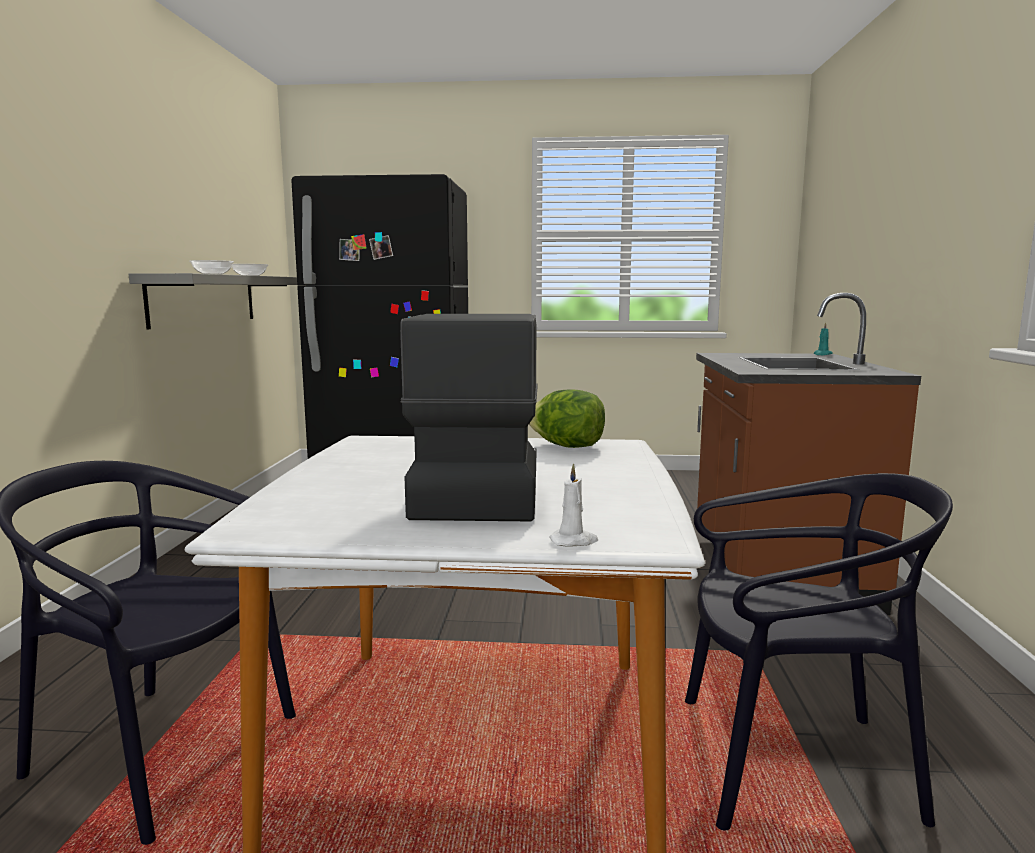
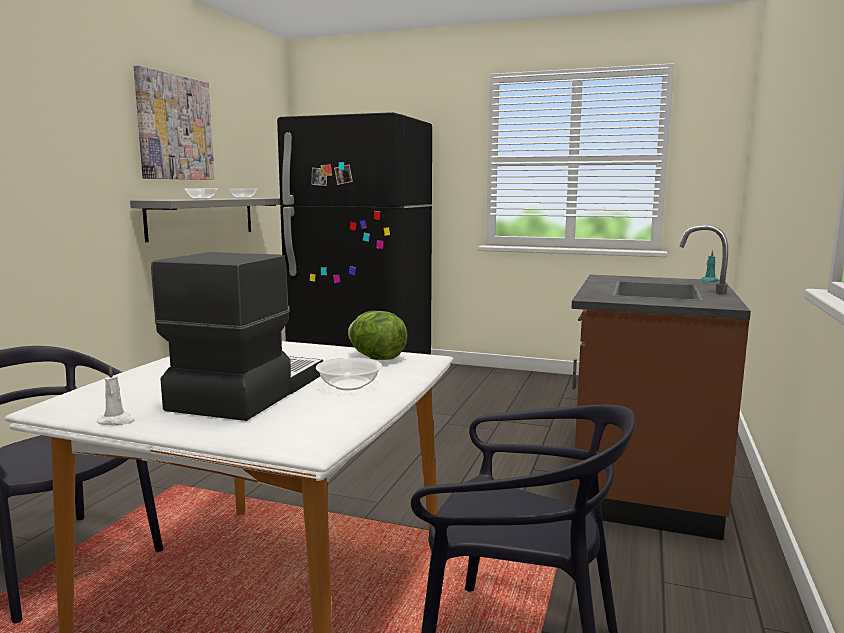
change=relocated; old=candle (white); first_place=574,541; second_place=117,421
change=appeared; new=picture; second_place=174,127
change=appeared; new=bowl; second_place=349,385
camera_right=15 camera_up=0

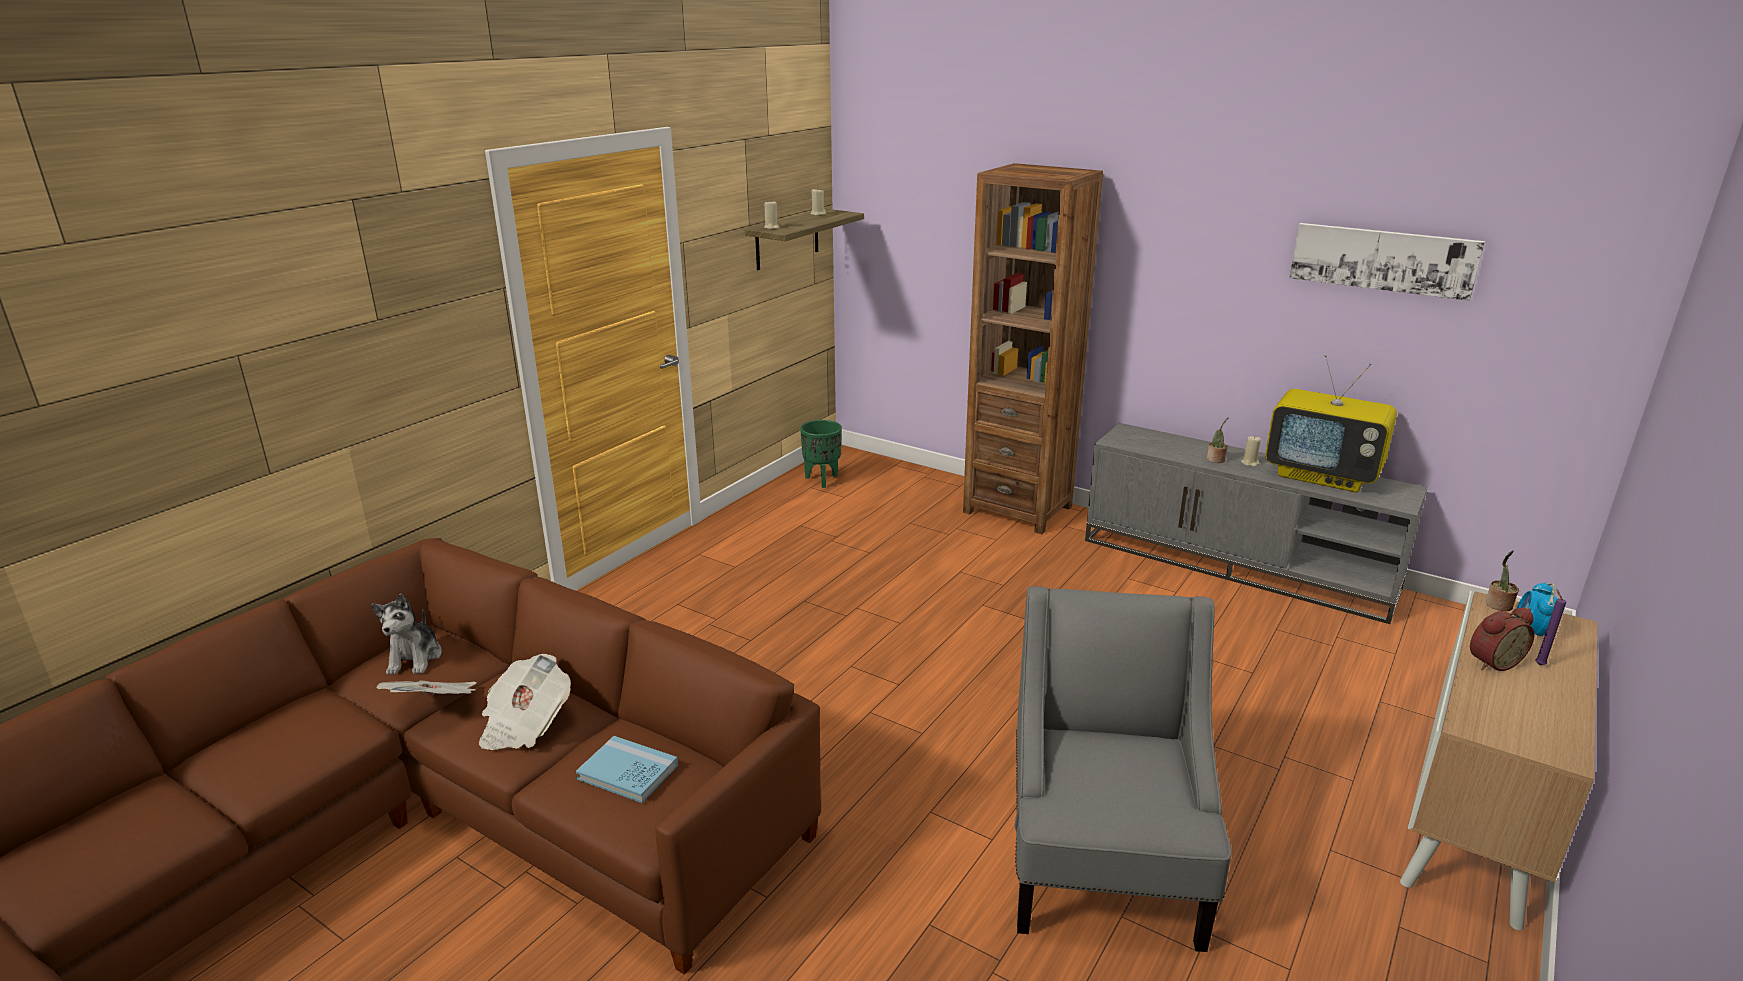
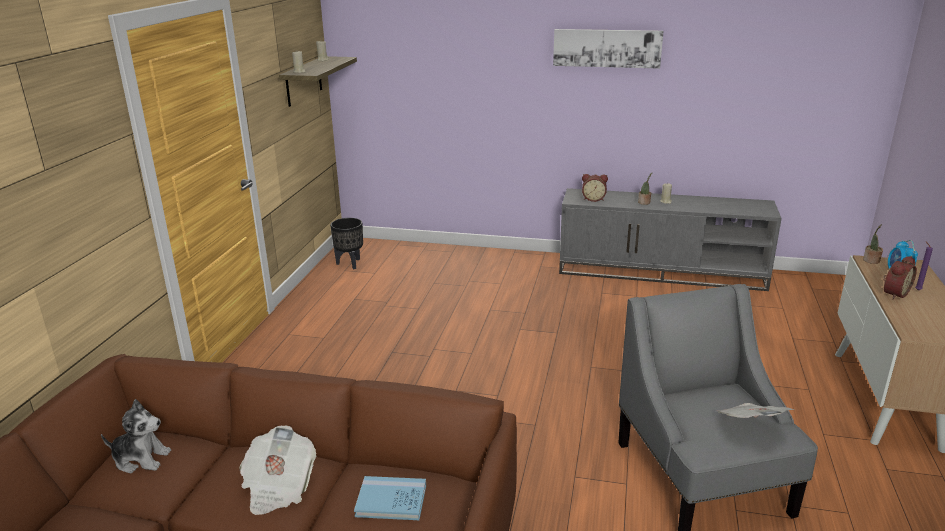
change=spun; old=plush toy; first_place=415,658; second_place=141,459; degrees=-60
change=colour; old=planter (green); new=planter (black); first_place=822,480; second_place=350,264
change=relocated; old=picture; first_place=1383,259; second_place=607,48
change=appeared; new=alarm clock; second_place=593,199
change=relocated; old=newspaper; first_place=436,706; second_place=751,425
change=missing; old=bookcase (brown); first_place=1018,509
change=missing; old=television; first_place=1323,476
camera_right=-20 camera_up=0

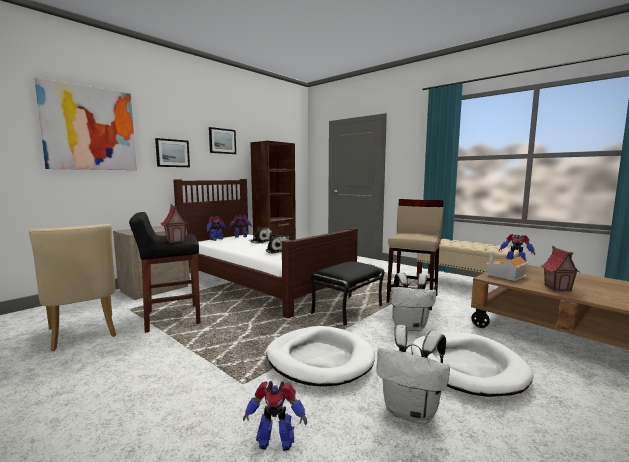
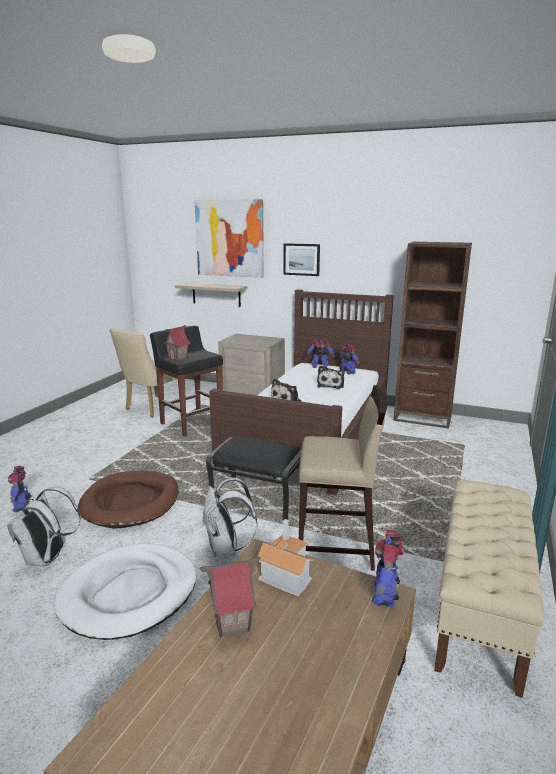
change=colour; old=dog bed (white); new=dog bed (brown); first_place=319,359; second_place=131,502
change=appeared; new=shelf; second_place=216,294
change=missing; old=picture; first_place=222,141
camera_right=70 camera_up=10

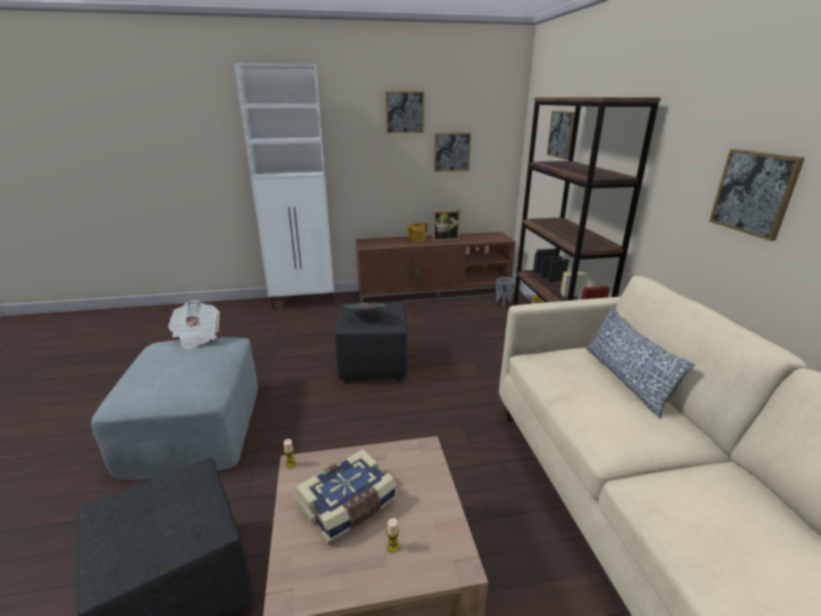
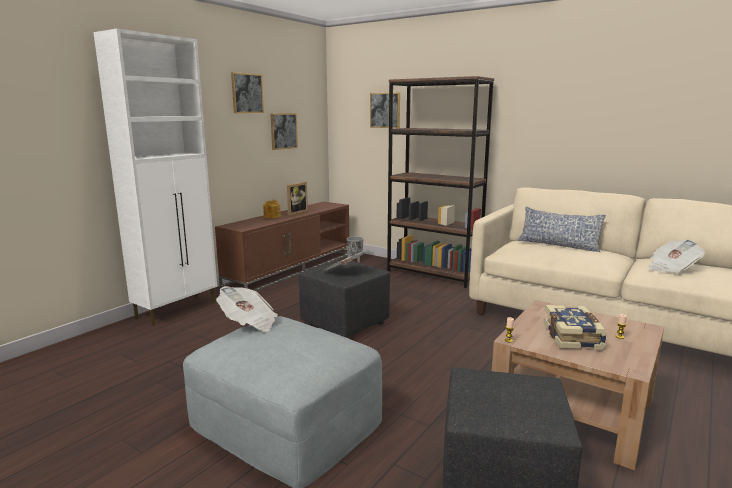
change=appeared; new=newspaper; second_place=671,268
change=missing; old=picture; first_place=754,193
camera_right=-45 camera_up=-10

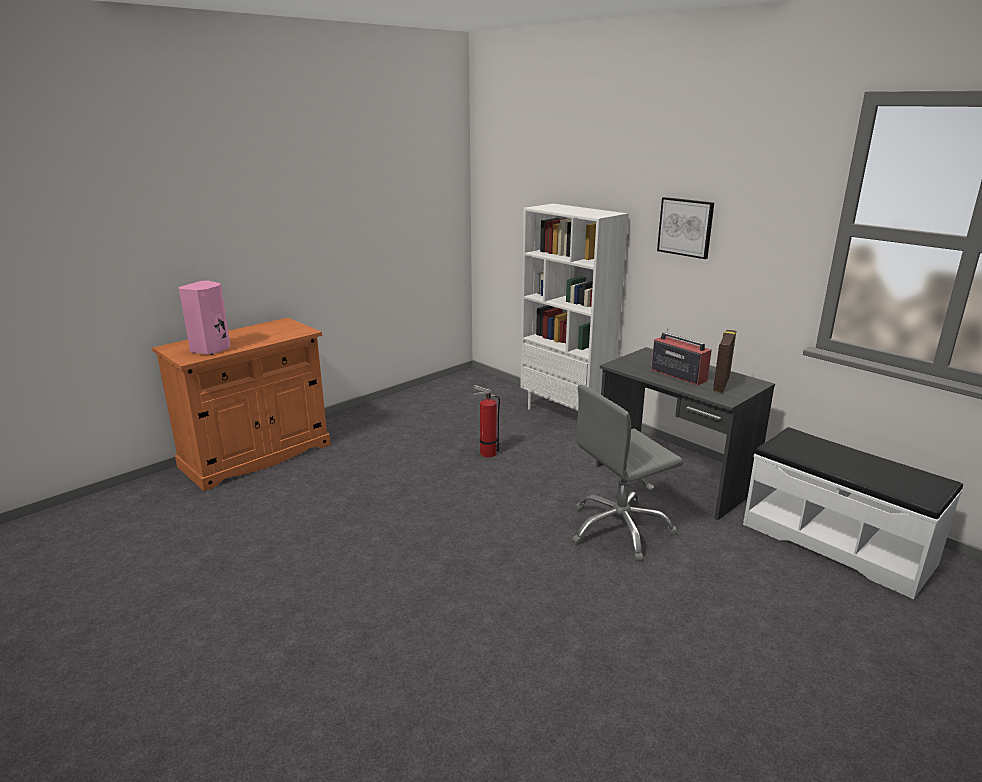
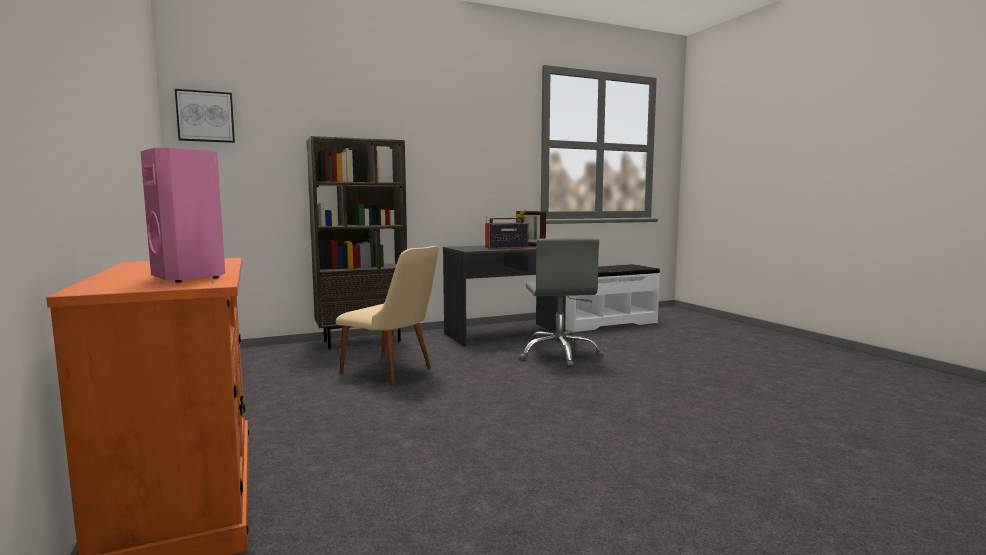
change=relocated; old=picture; first_place=685,227; second_place=205,116
change=colour; old=bookcase (white); new=bookcase (brown); first_place=566,414; second_place=362,341
change=exchanged; old=fire extinguisher; new=chair (beige); first_place=486,453; second_place=393,372
camera_right=-70 camera_up=-15

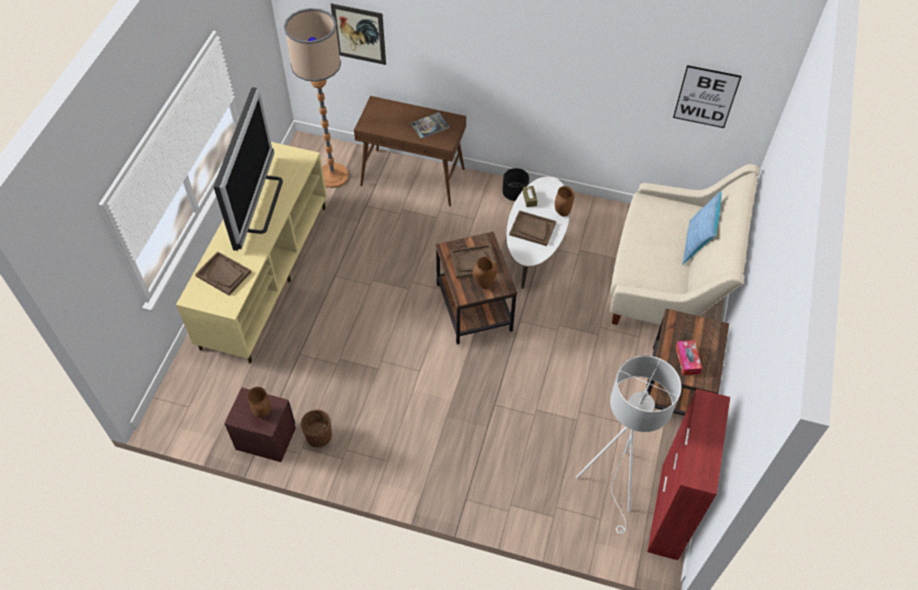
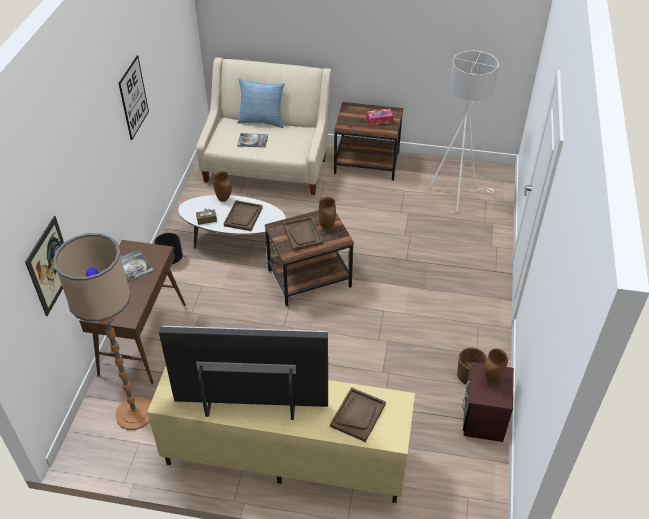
change=relocated; old=picture; first_place=706,96; second_place=133,98
change=appeared; new=book; second_place=253,141
change=missing; old=cabinet (red); first_place=669,512
camera_right=-95 camera_up=-10

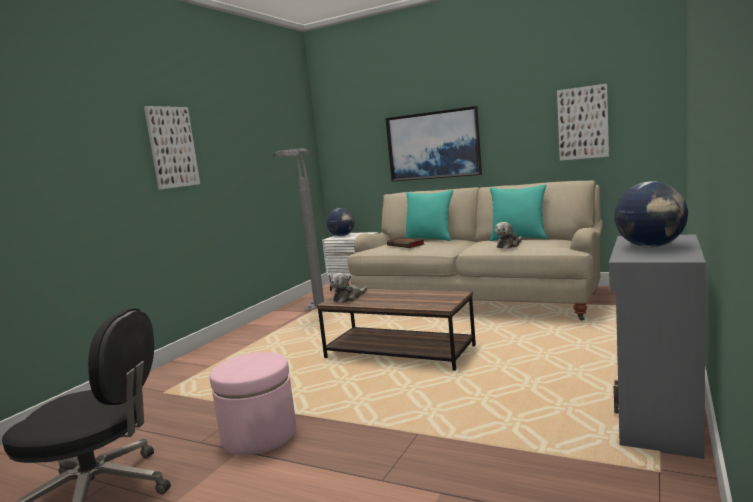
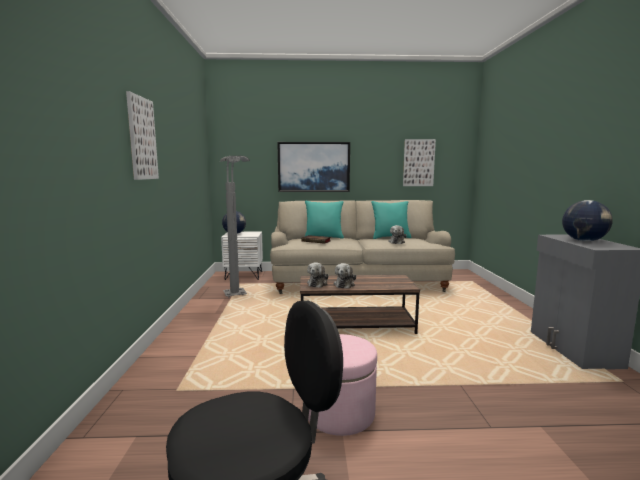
change=appeared; new=plush toy; second_place=344,284
camera_right=-30 camera_up=0

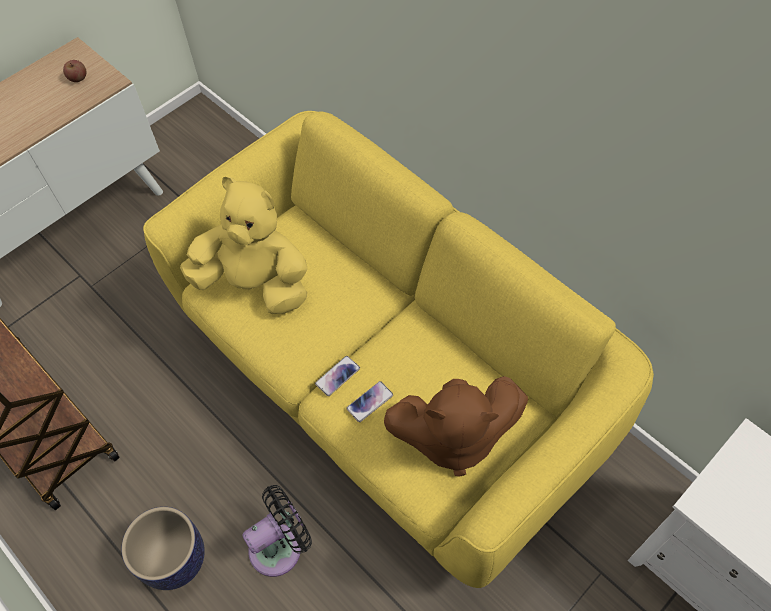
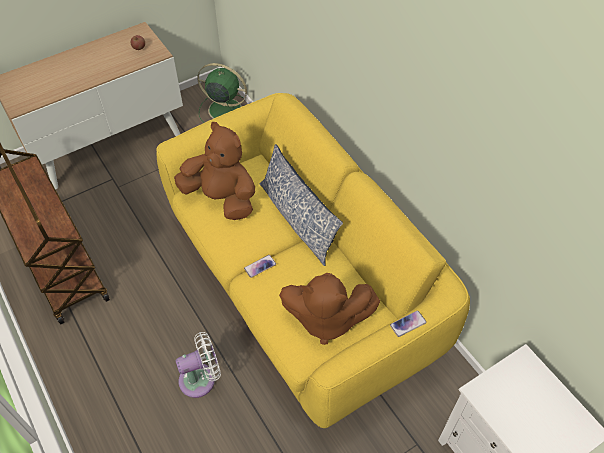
change=colour; old=plush toy (yellow); new=plush toy (brown); first_place=255,283; second_place=221,198
change=colour; old=fan (black); new=fan (white); first_place=280,546; second_place=201,379
change=appeared; new=fan (green); second_place=223,109
change=appeared; new=pillow; second_place=297,219
change=relocated; old=phone; first_place=370,402; second_place=408,324
change=missing; old=planter; first_place=175,558
camera_right=10 camera_up=-5

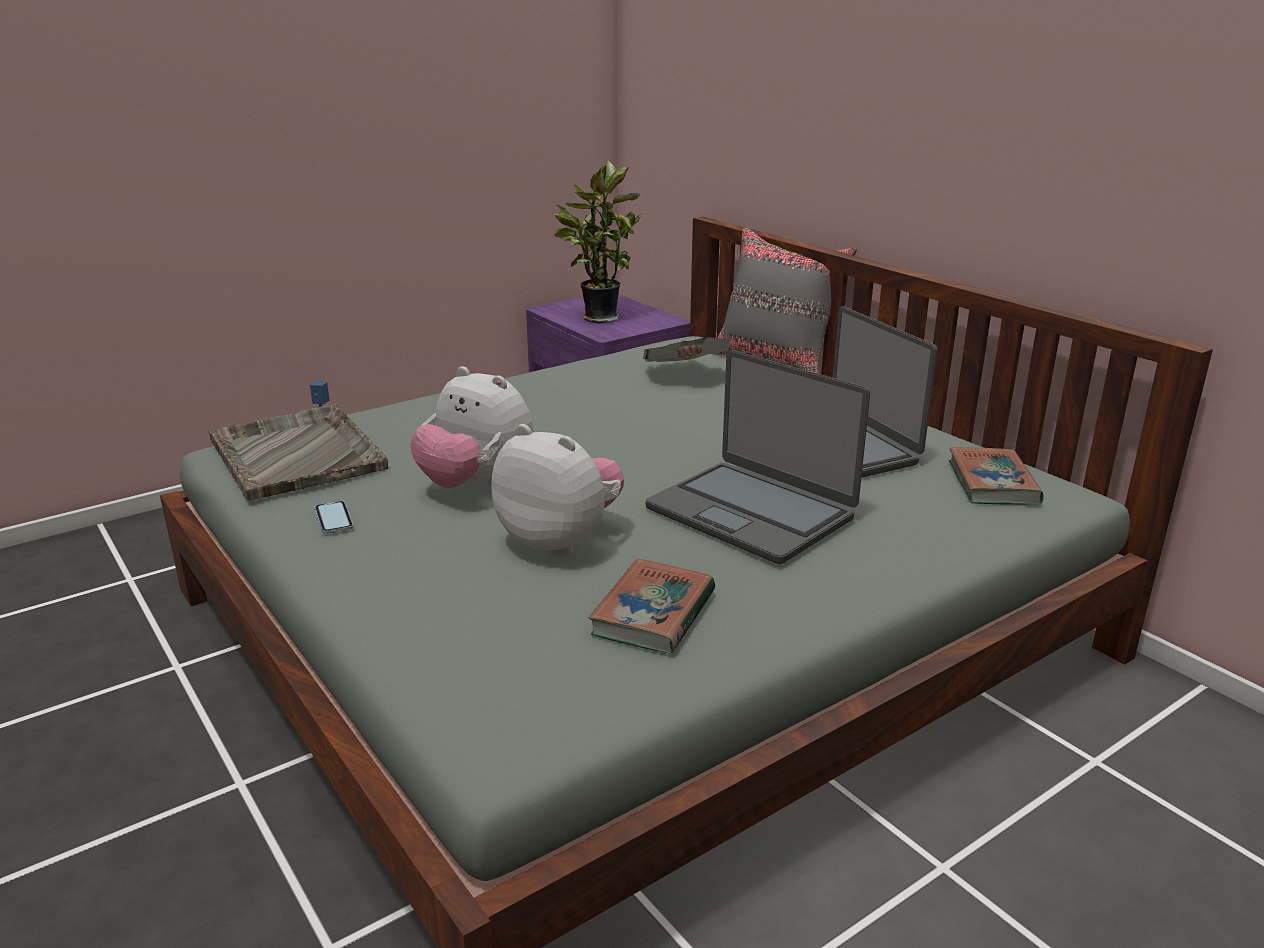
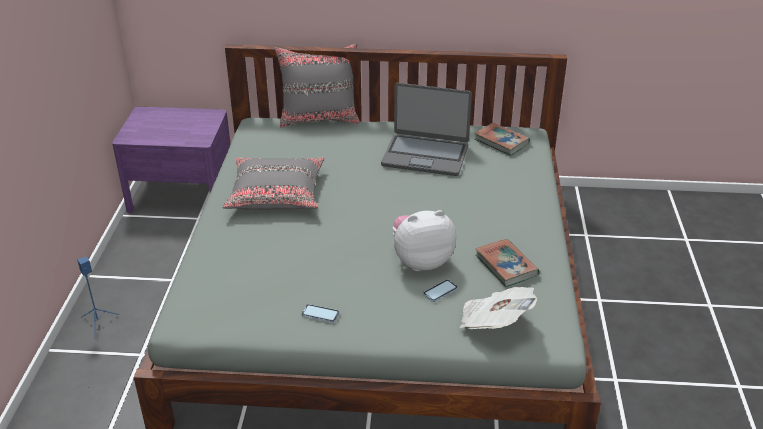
change=appeared; new=pillow (grey); second_place=276,194
change=appeared; new=phone; second_place=440,291
change=relocated; old=newspaper; first_place=685,375; second_place=494,323
change=missing; old=tray (grey); first_place=296,454
change=missing; old=plush toy; first_place=476,483
change=missing; old=potted plant; first_place=597,318
change=missing; old=laptop; first_place=751,512
camera_right=-50 camera_up=10

